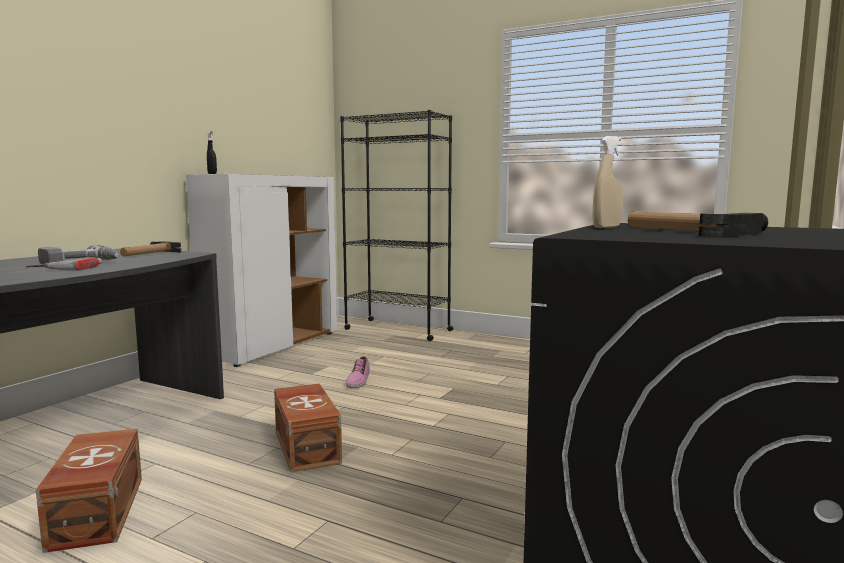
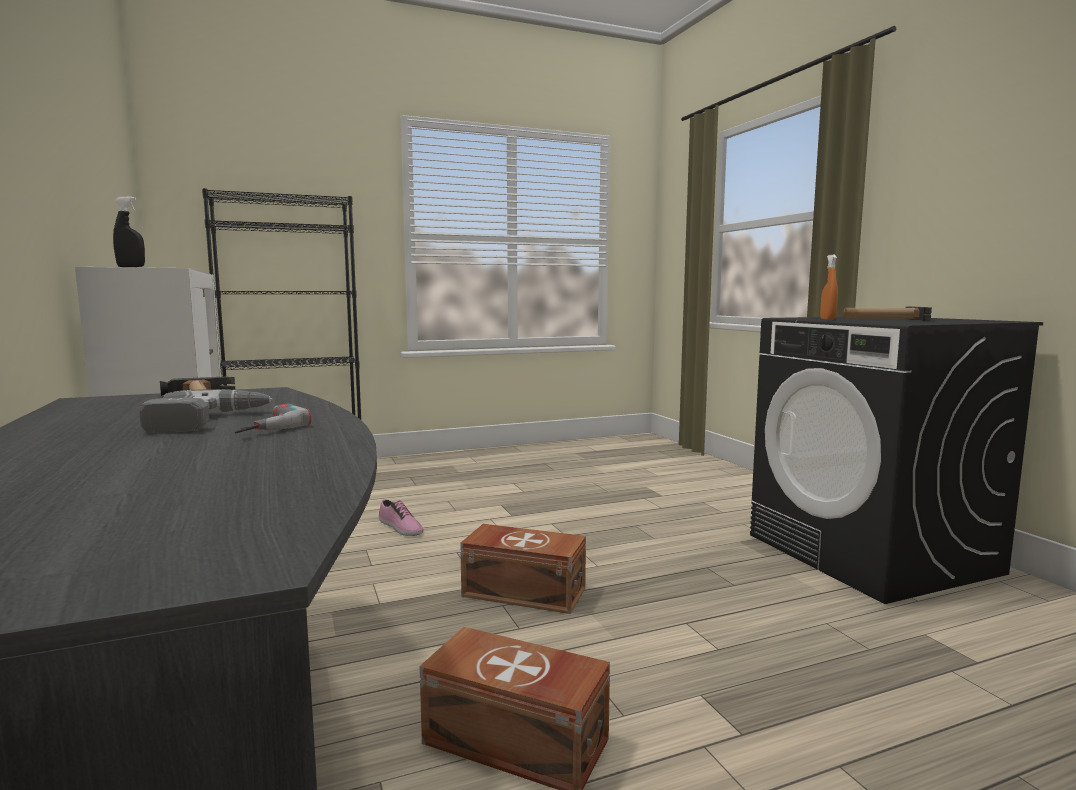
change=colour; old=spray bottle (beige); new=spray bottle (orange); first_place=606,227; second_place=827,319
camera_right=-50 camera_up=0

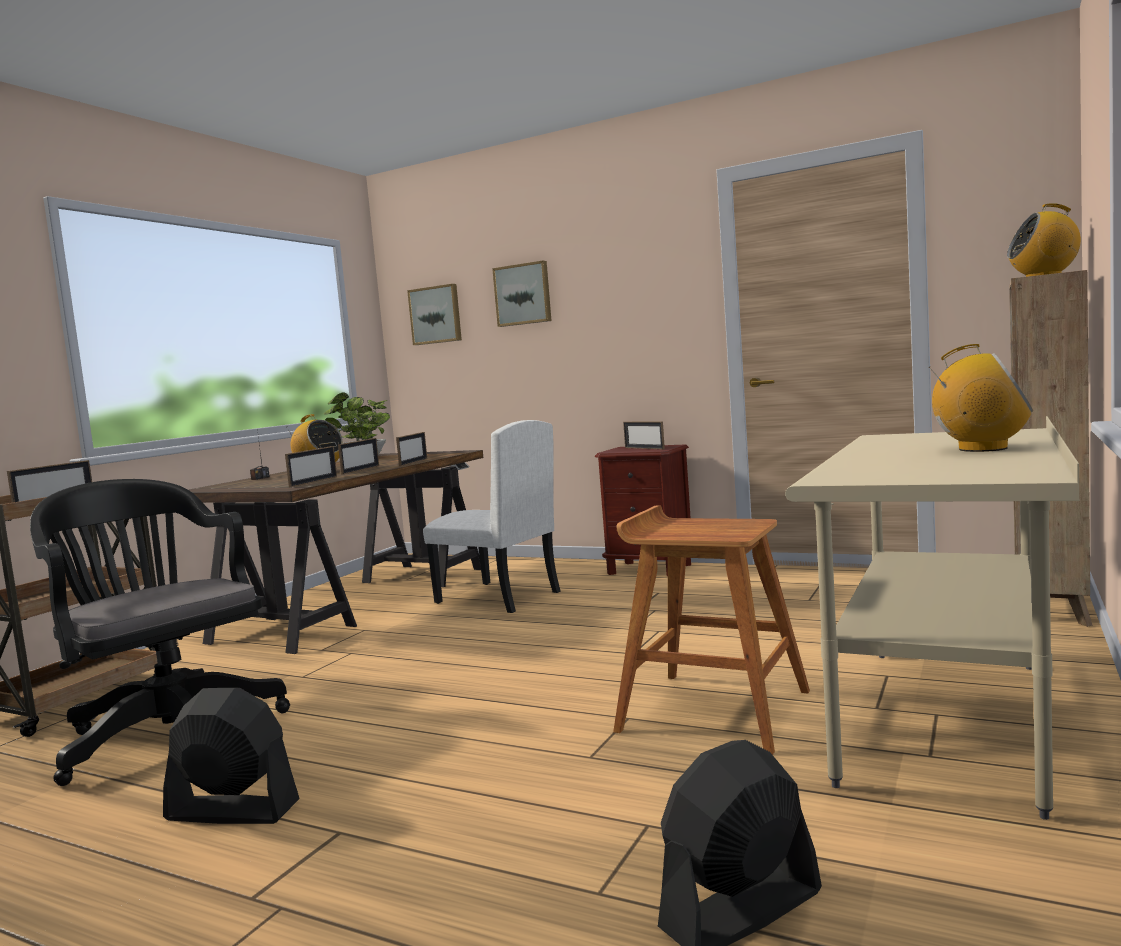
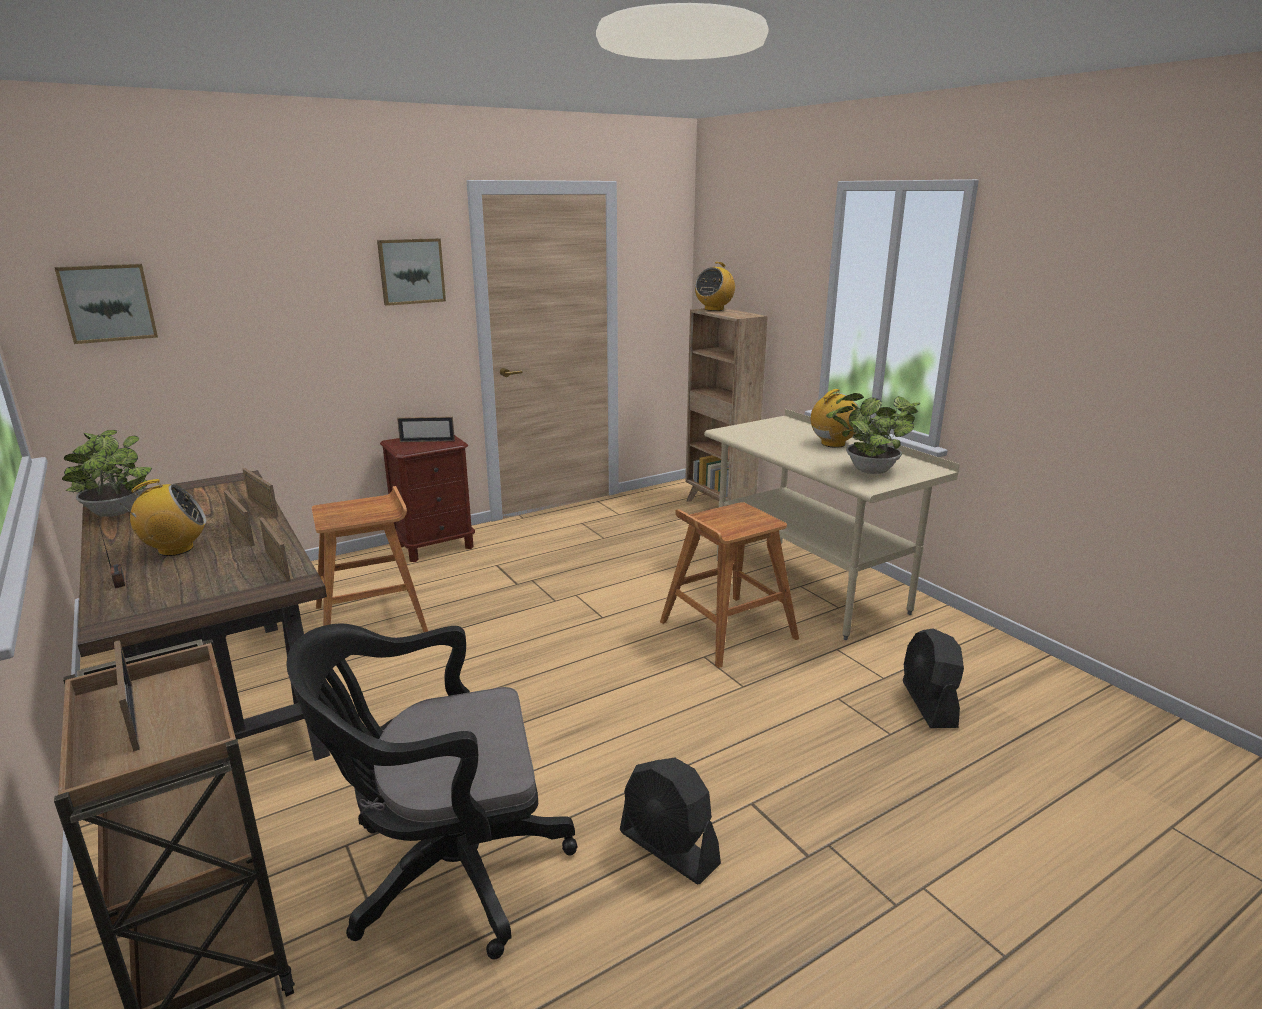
change=exchanged; old=chair (white); new=stool (brown); first_place=497,597; second_place=372,618
change=relocated; old=picture; first_place=523,294; second_place=411,271
change=spun; old=fan (black); first_place=232,810; second_place=669,848; degrees=-90
change=appeared; new=potted plant; second_place=867,471
camera_right=-60 camera_up=15

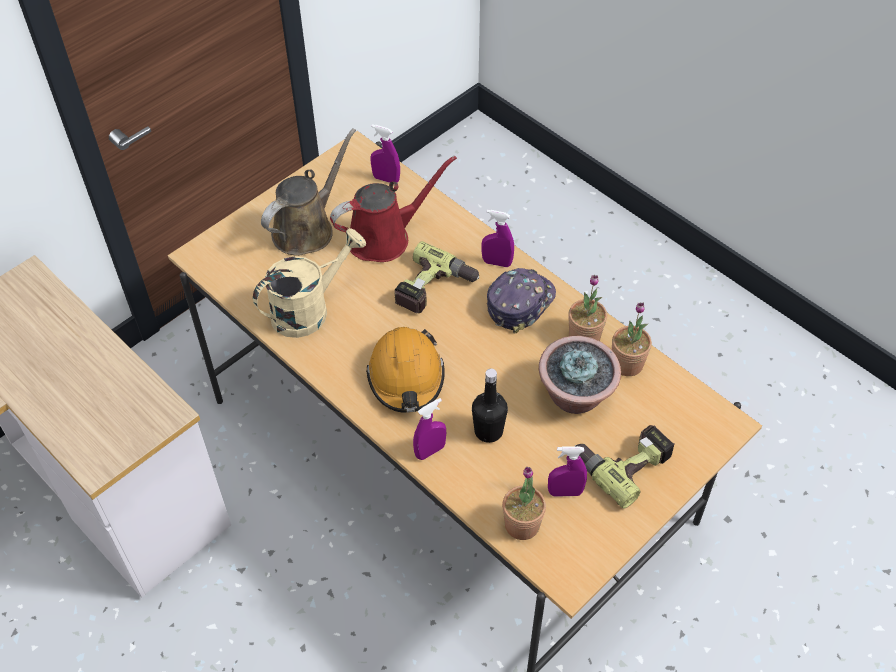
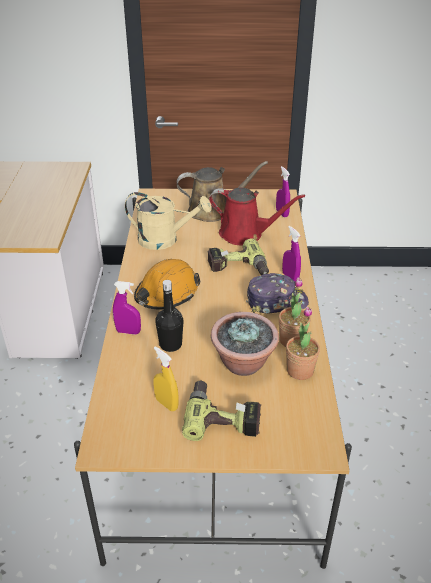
change=colour; old=spray bottle (purple); new=spray bottle (yellow); first_place=565,492; second_place=166,404
change=missing; old=potted plant; first_place=522,524
camera_right=45 camera_up=-15

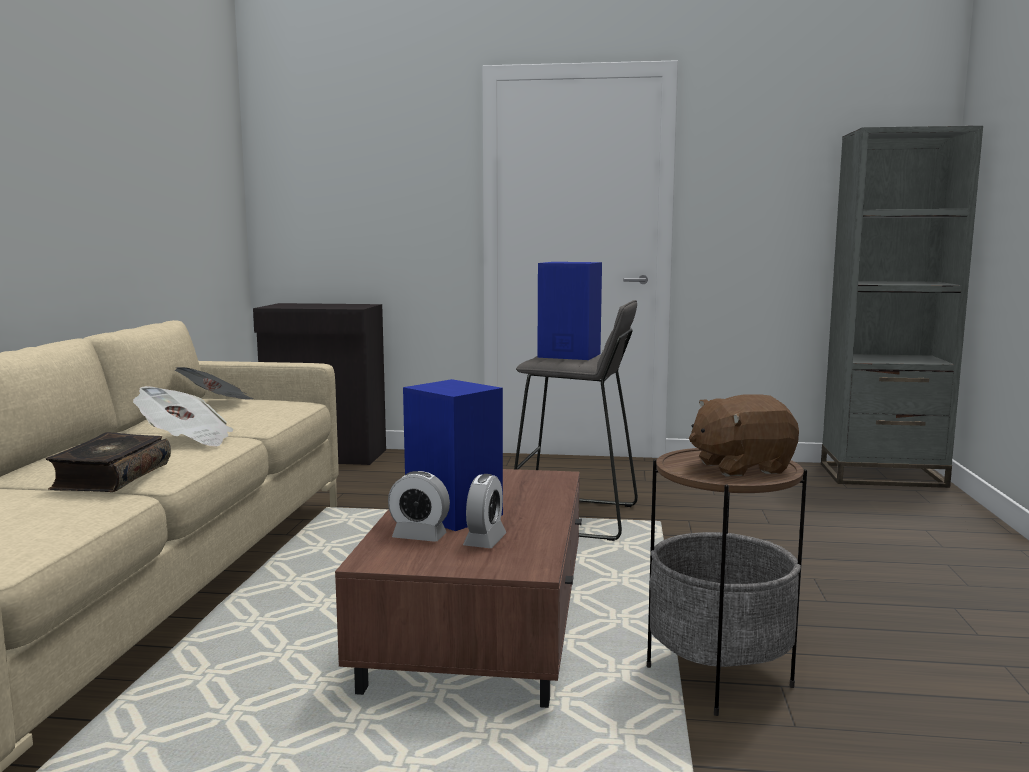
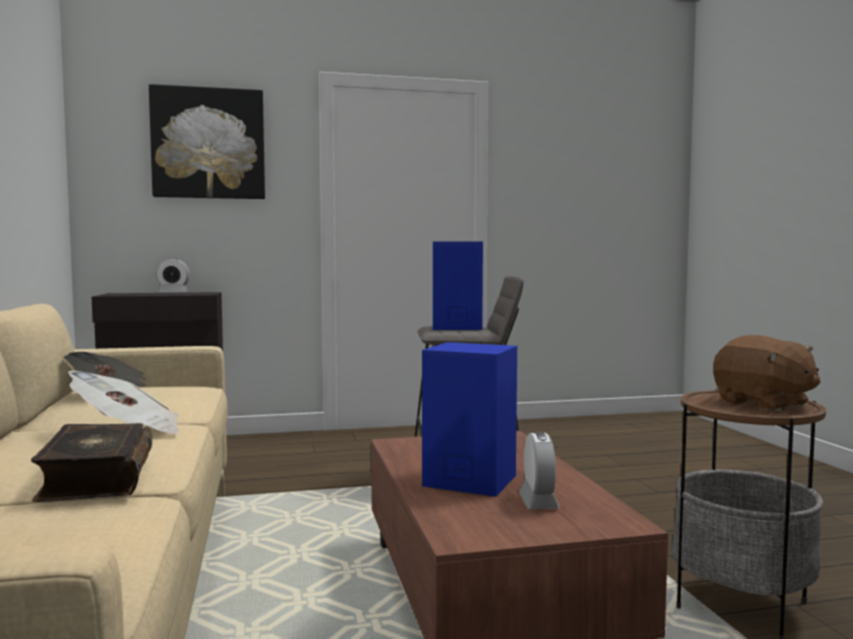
change=appeared; new=picture; second_place=208,144
change=relocated; old=alarm clock; first_place=419,536; second_place=173,293
change=spun; old=plush toy (brown); first_place=741,467; second_place=763,404; degrees=-90
change=missing; old=bookcase (grey); first_place=882,475
camera_right=-20 camera_up=-5

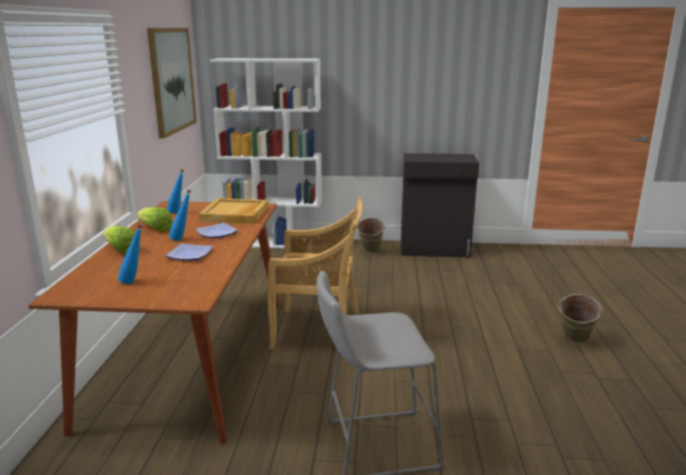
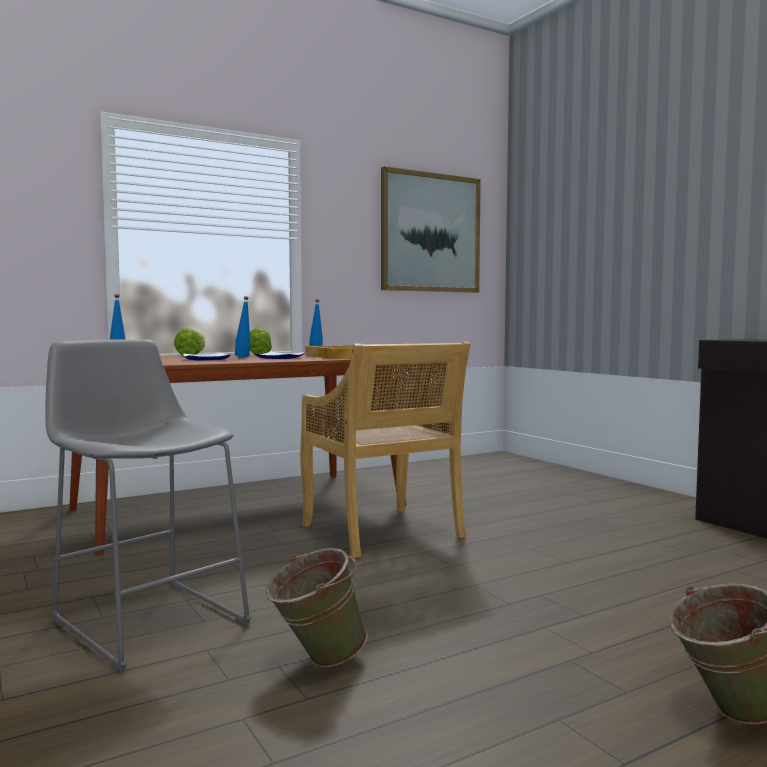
change=relocated; old=bucket (green); first_place=370,252; second_place=316,661
change=missing; old=bookcase (white); first_place=274,243
camera_right=55 camera_up=-15

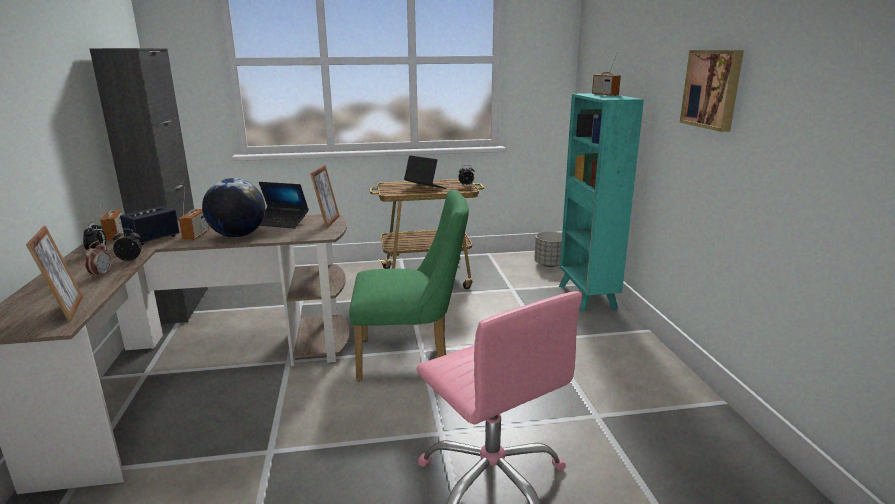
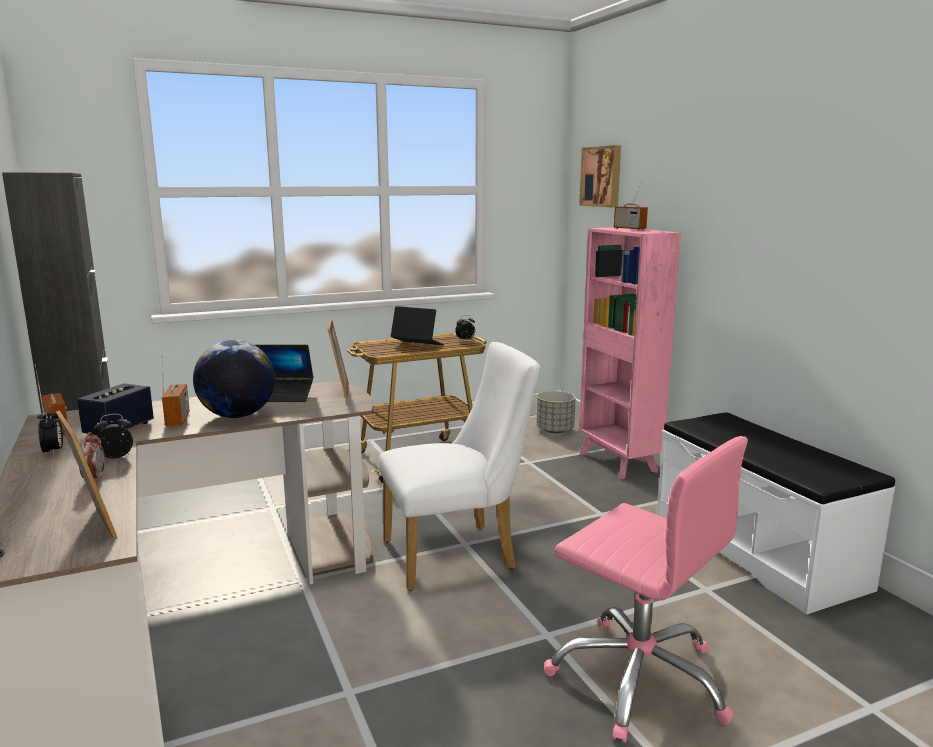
change=colour; old=chair (green); new=chair (white); first_place=411,357; second_place=458,554
change=relocated; old=picture; first_place=713,89; second_place=602,176
change=colour; old=bookcase (turquoise); new=bookcase (pink); first_place=587,297; second_place=618,463
change=appeared; new=bench (white); second_place=757,550
camera_right=-15 camera_up=-5

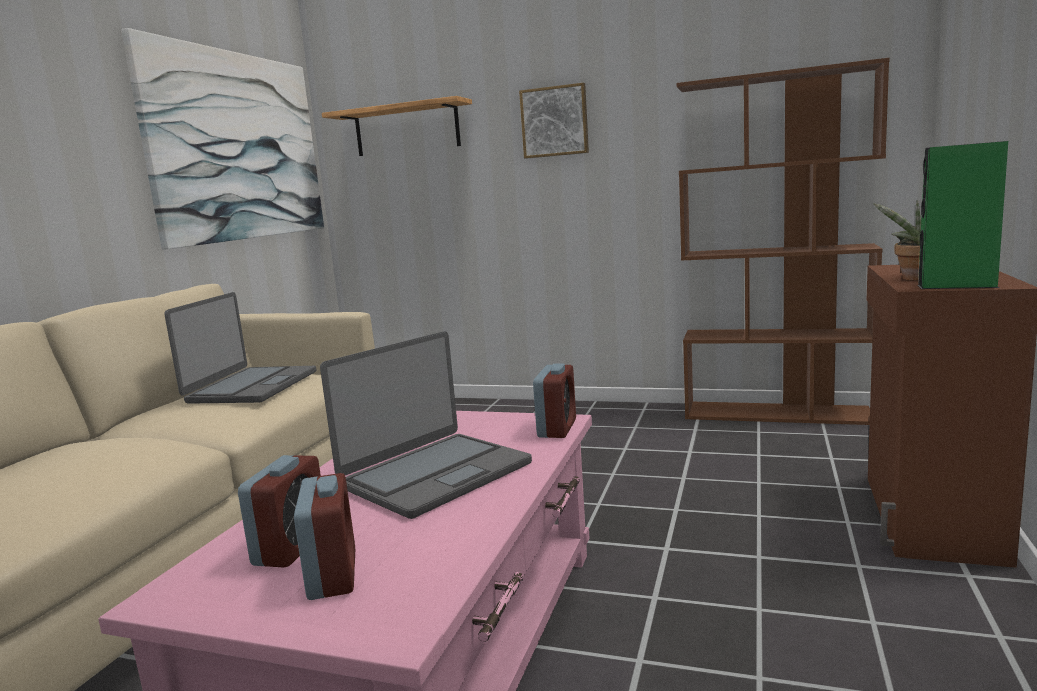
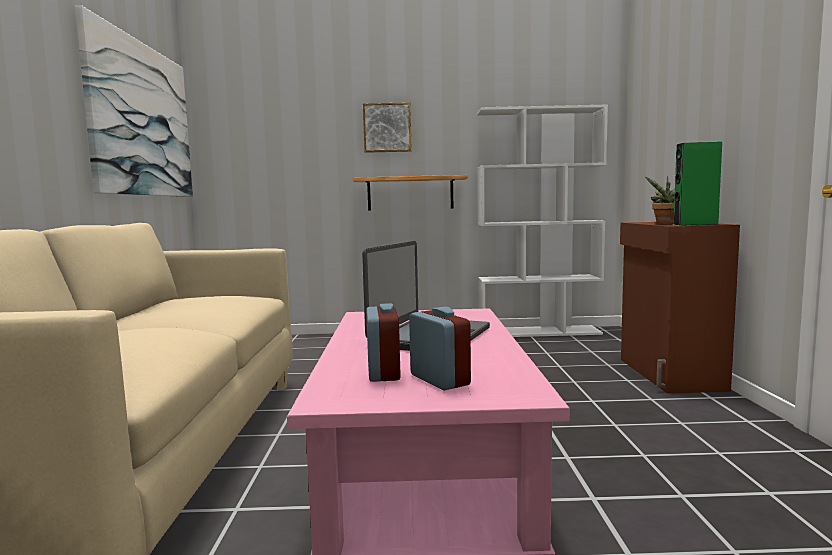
change=relocated; old=shelf; first_place=406,129; second_place=410,193
change=colour; old=bookcase (brown); new=bookcase (white); first_place=777,413; second_place=539,332
change=missing; old=laptop; first_place=251,387
change=missing; old=alarm clock; first_place=557,428
camera_right=-20 camera_up=-5

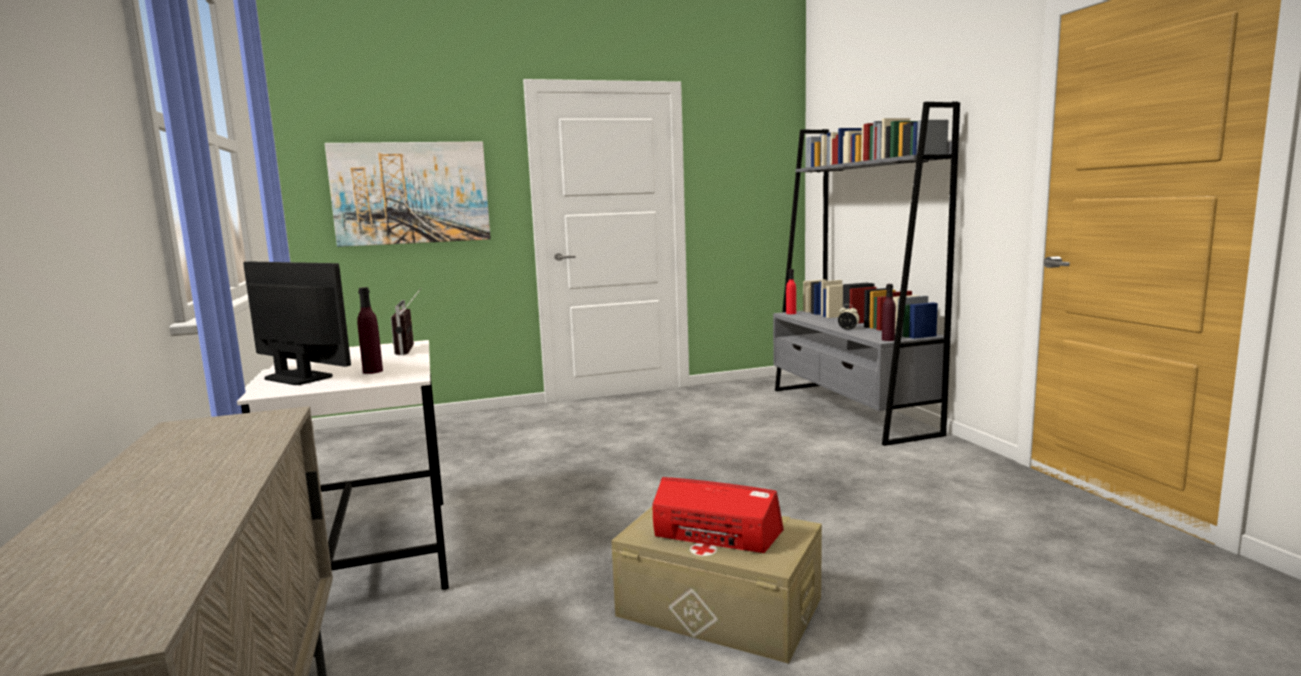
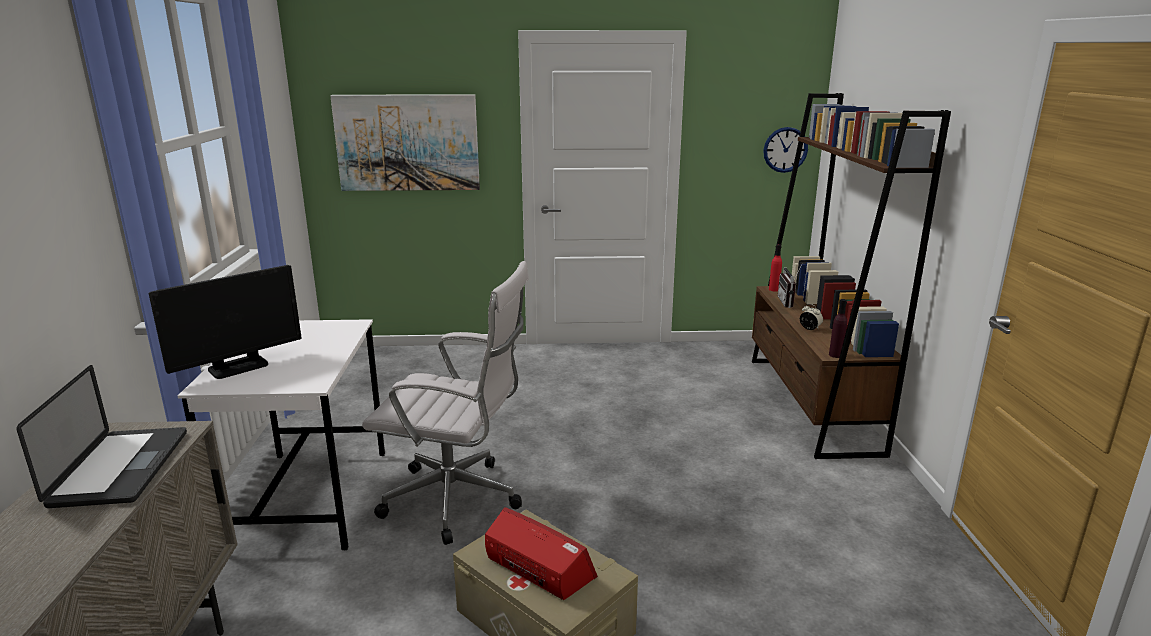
change=appeared; new=laptop; second_place=120,468
change=spun; old=monitor; first_place=298,377; second_place=238,367; degrees=90
change=appeared; new=office chair (white); second_place=458,500
change=colour; old=bookcase (grey); new=bookcase (brown); first_place=850,410; second_place=811,403
change=appeared; new=wall clock; second_place=785,149
change=relocated; old=radio; first_place=411,350; second_place=789,302
change=missing; old=bottle (purple); first_place=373,371
camera_right=15 camera_up=10

